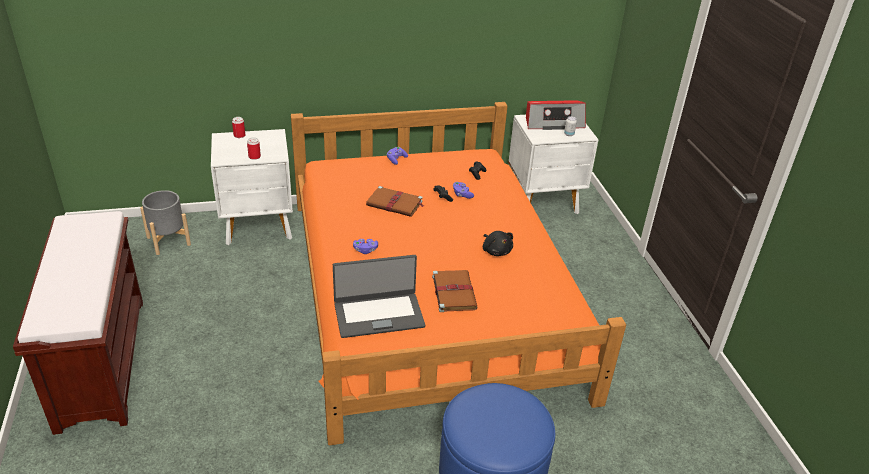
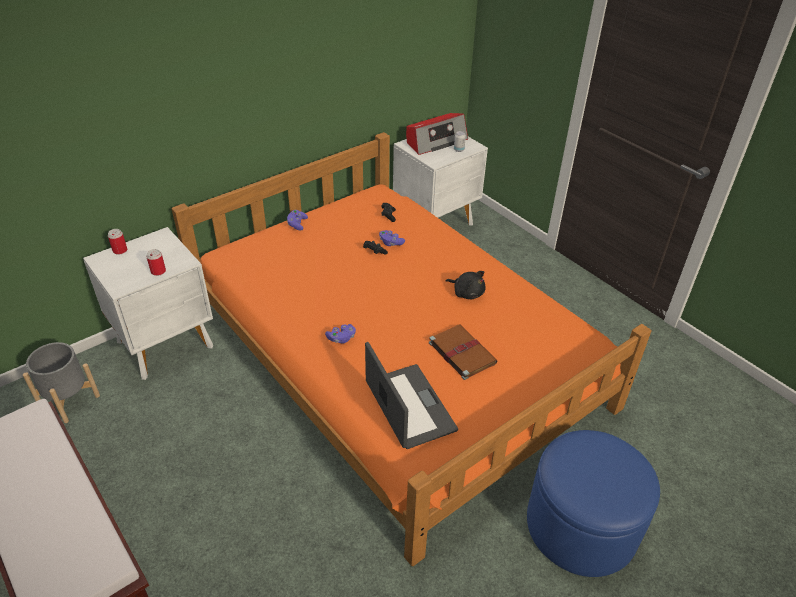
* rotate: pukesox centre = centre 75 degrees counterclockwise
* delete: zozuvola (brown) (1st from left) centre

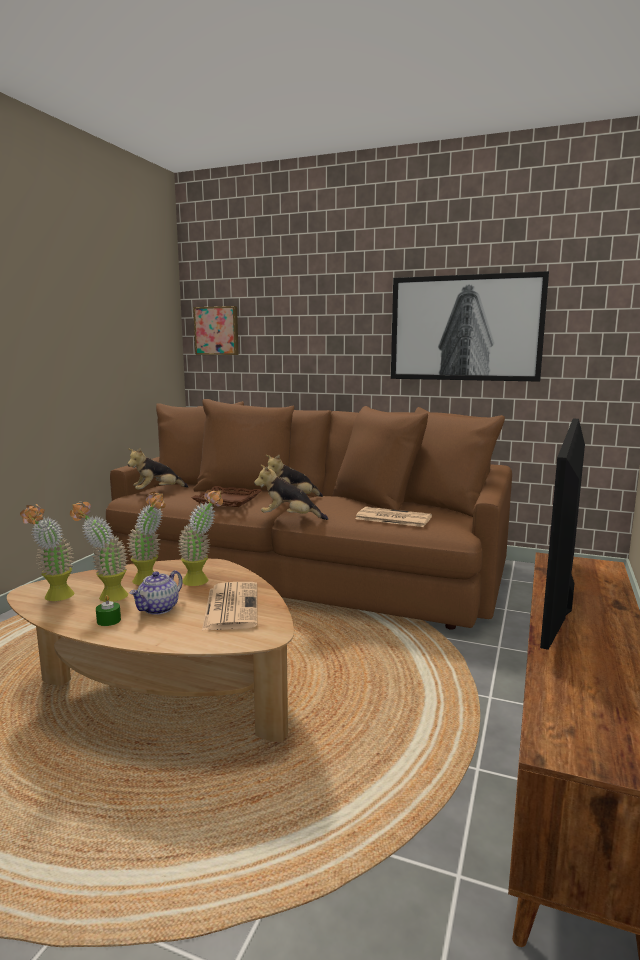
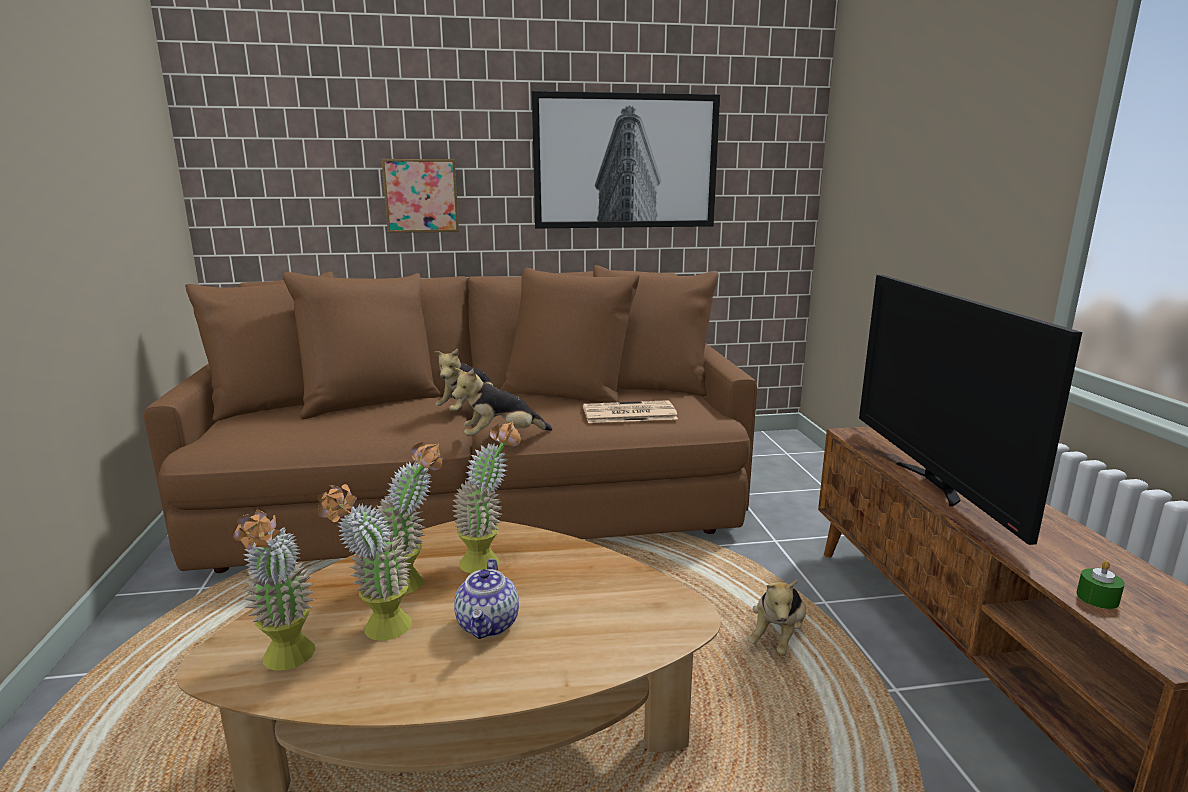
* move: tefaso (1st from left) centre to top centre
* move: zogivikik (1st from left in the first image) middle left to zogivikik (3rd from left) bottom centre
* move: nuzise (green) middle left to bottom right
* delete: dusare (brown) centre
* delete: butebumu (1st from left) centre

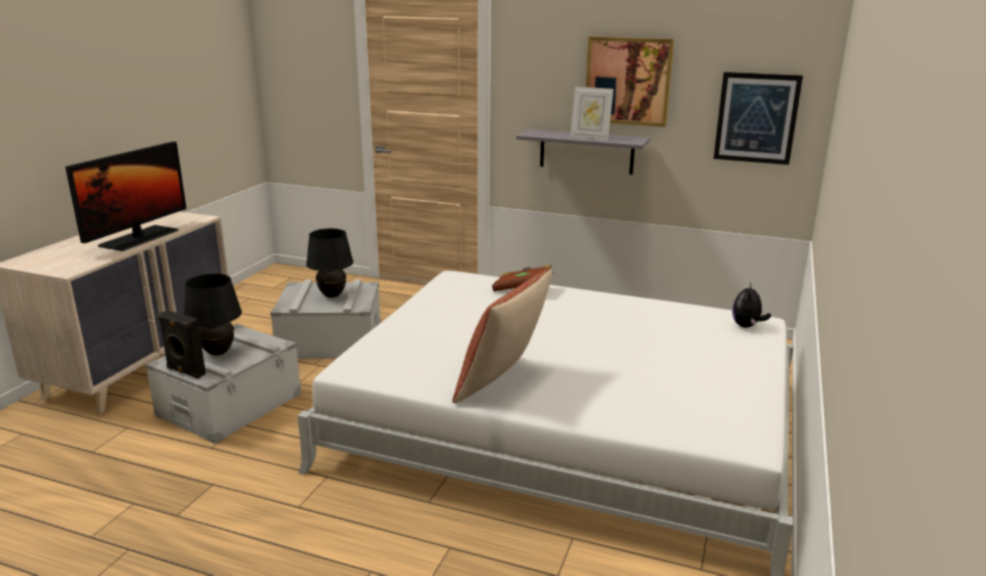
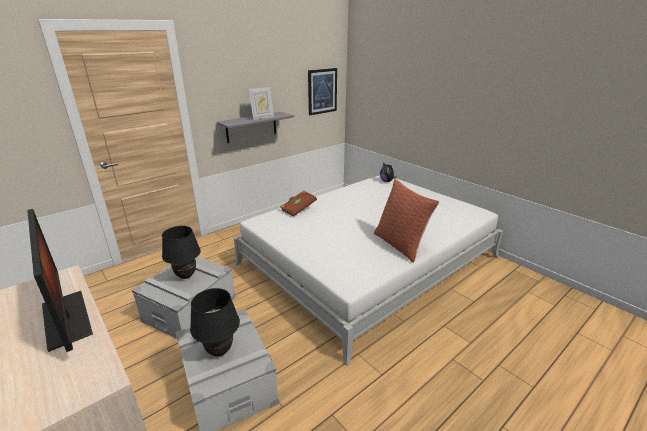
* delete: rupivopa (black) middle left
* delete: tefaso (1st from left) top centre

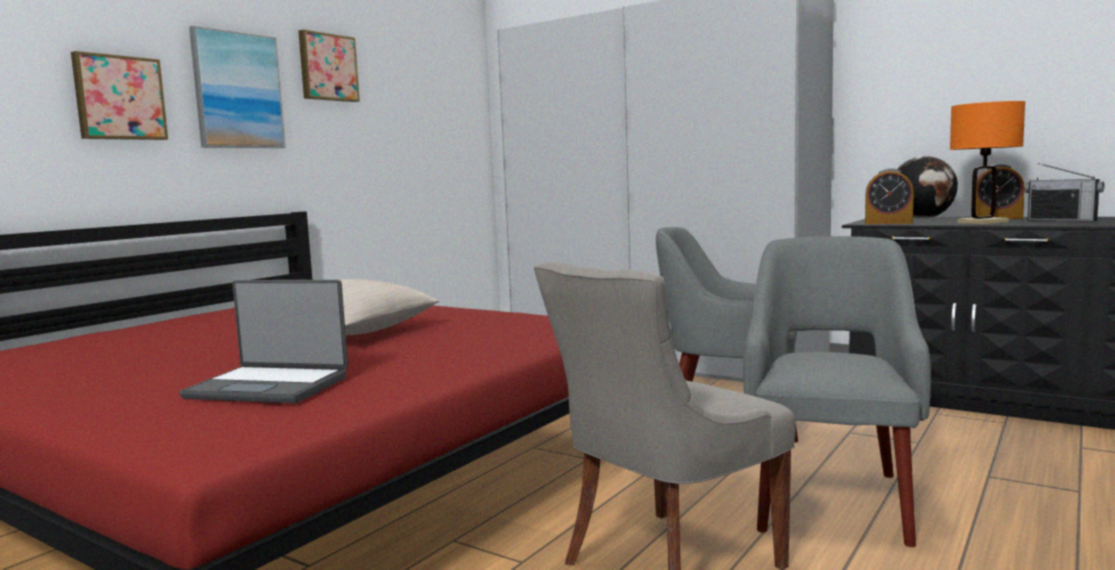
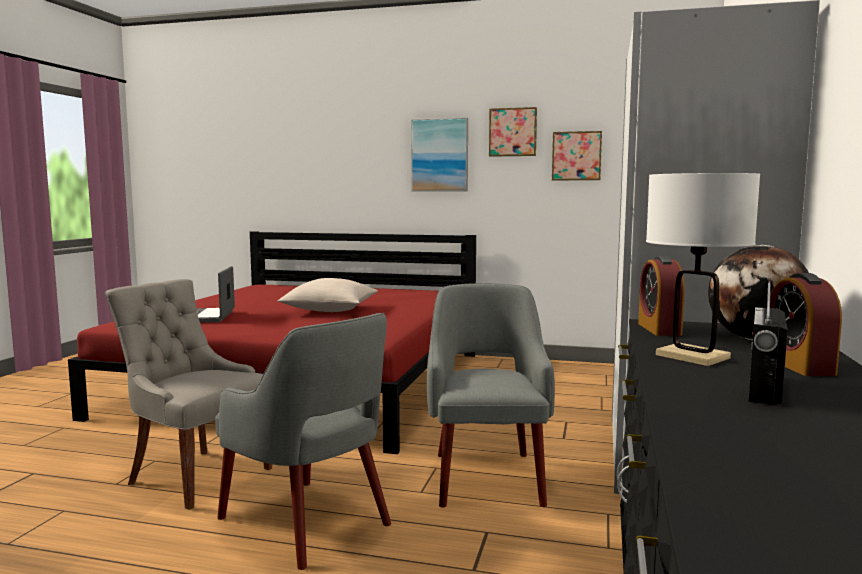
* rotate: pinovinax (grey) (2nd from left in the first image) bottom right = bottom centre 45 degrees clockwise
* move: tefaso (1st from left in the first image) top left to tefaso (3rd from left) top right
* recolor: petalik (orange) top right to petalik (white) middle right

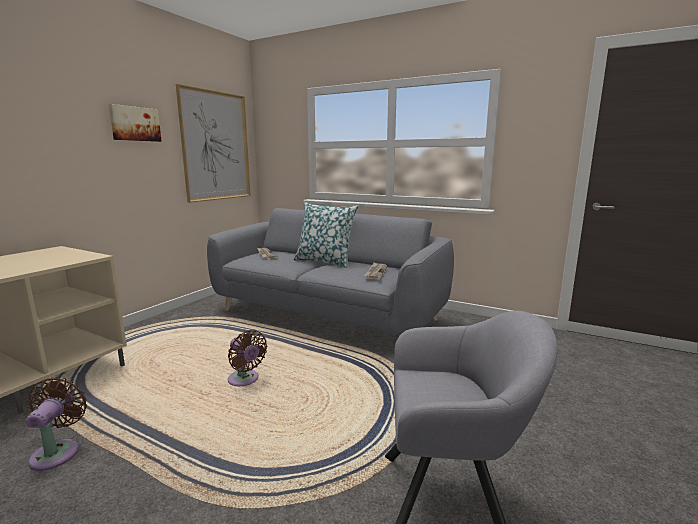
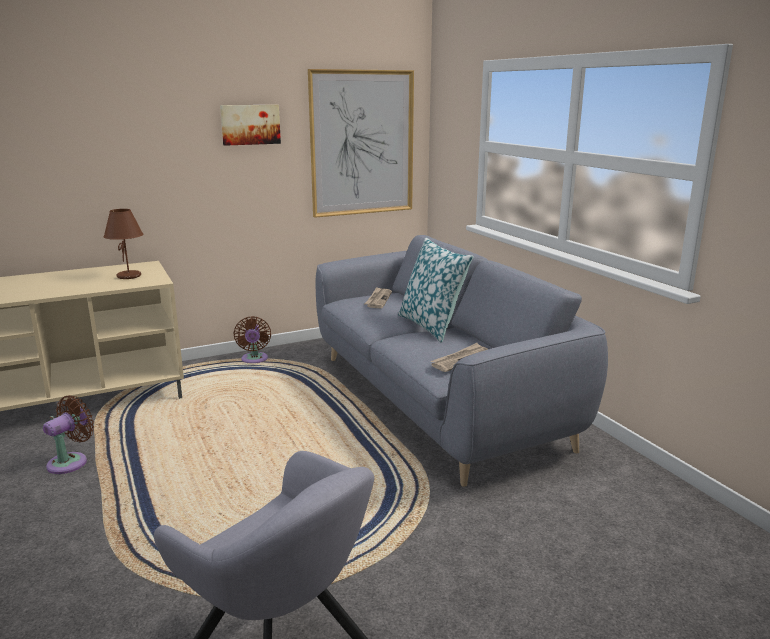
* insert: petalik (brown) middle left
* move: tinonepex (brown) (2nd from left) bottom centre to middle left

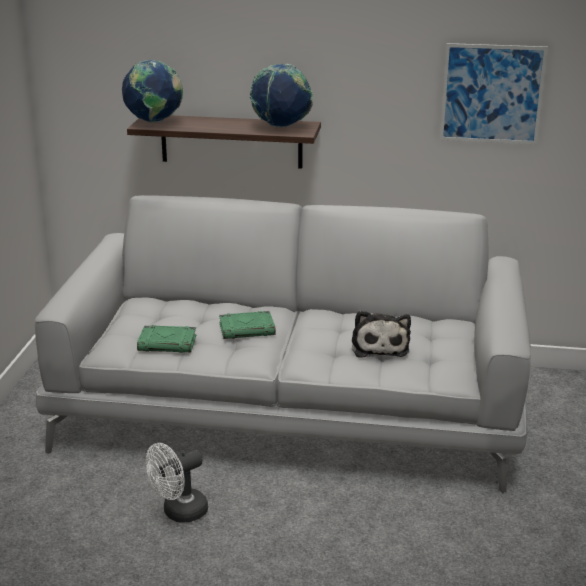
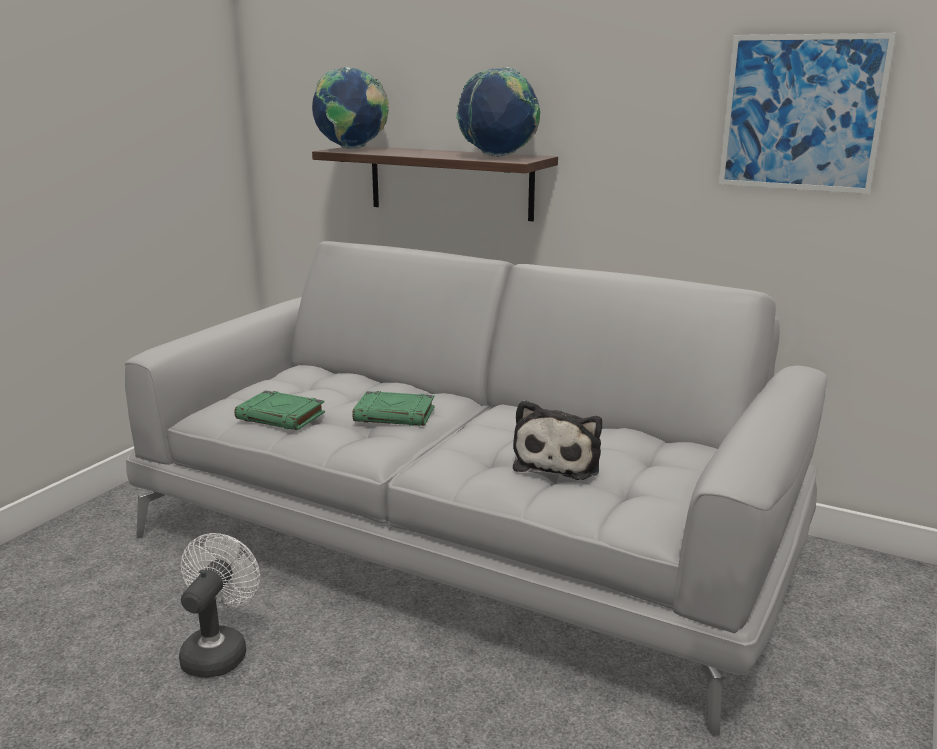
* rotate: tinonepex (white) bottom left = bottom left 120 degrees clockwise

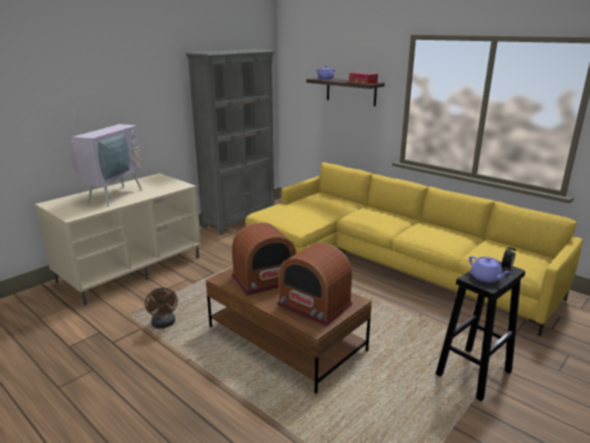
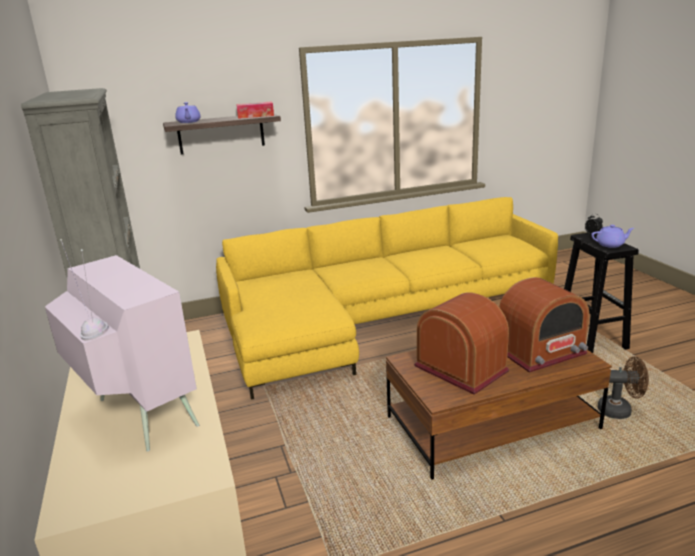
* rotate: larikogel (1st from left) centre = centre 45 degrees counterclockwise
* move: tinonepex (brown) bottom left to bottom right

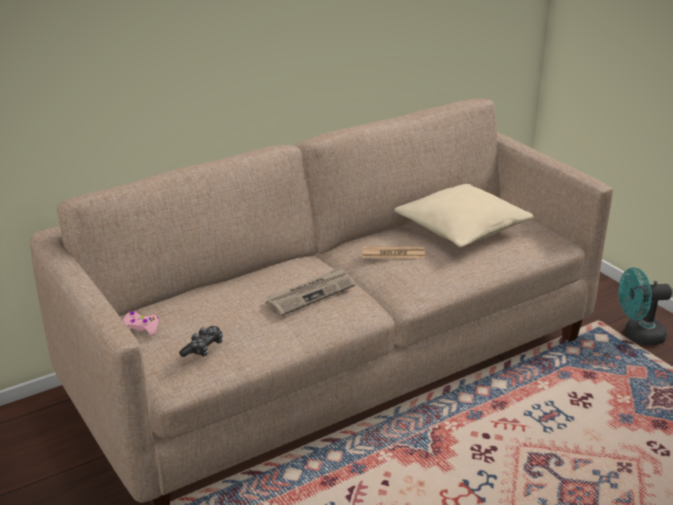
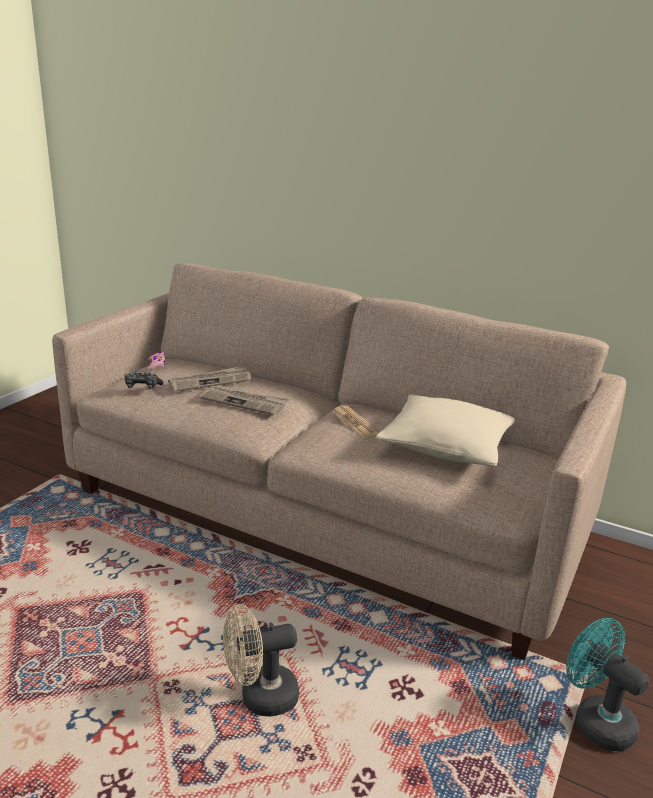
* insert: butebumu (1st from left) middle left
* insert: tinonepex (beige) bottom centre

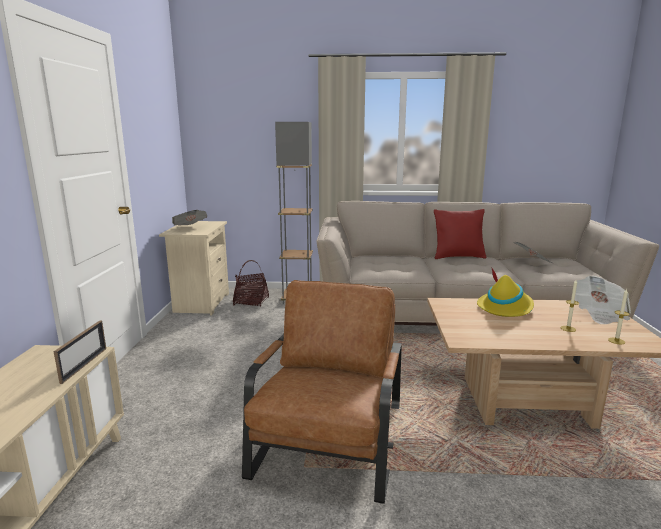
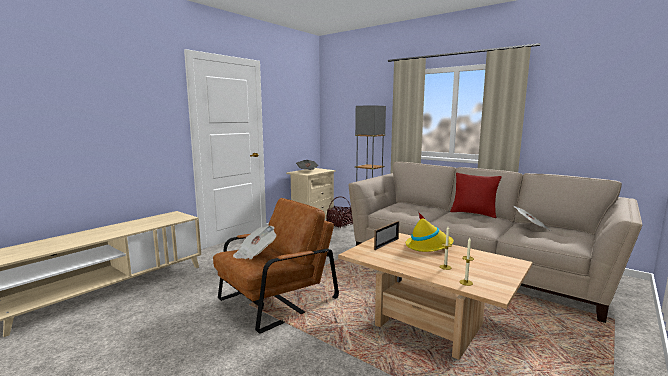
* move: butebumu (3rd from left in the first image) middle right to butebumu (1st from left) centre
* move: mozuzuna middle left to centre

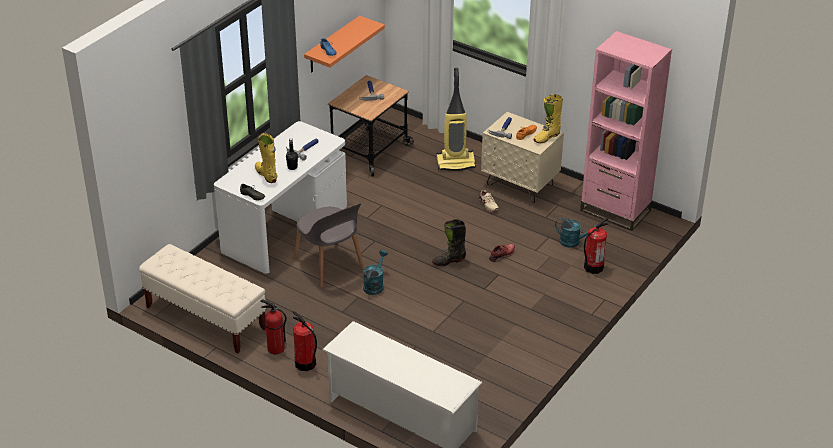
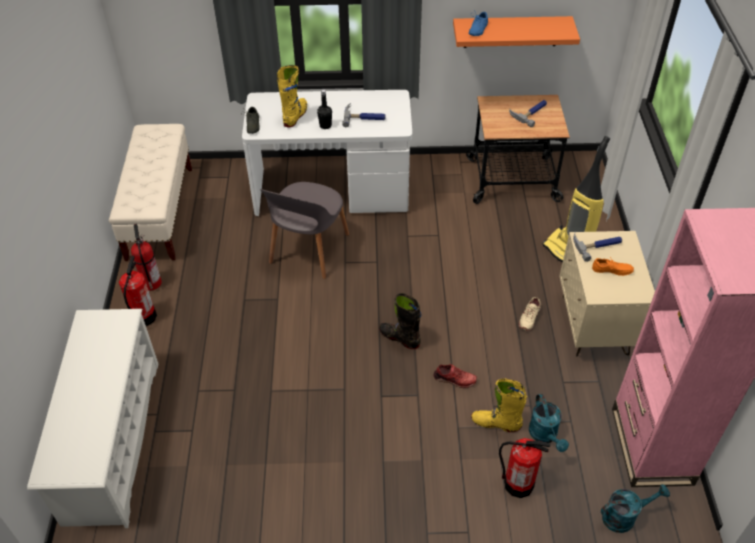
* move: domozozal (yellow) (2nd from left) top centre to bottom centre
* move: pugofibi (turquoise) (1st from left in the first image) centre to pugofibi (turquoise) (2nd from left) bottom right

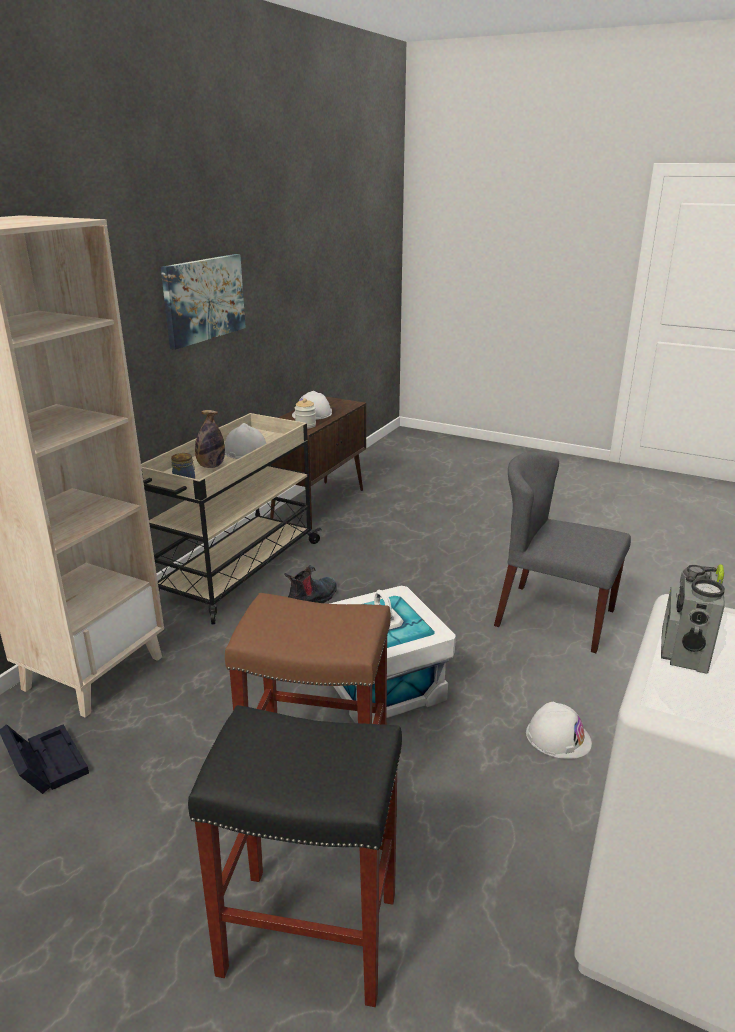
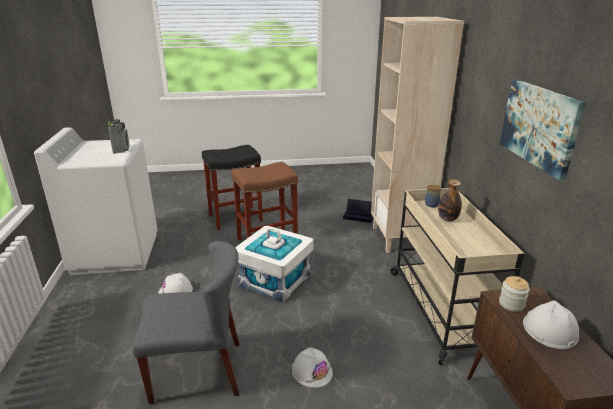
* move: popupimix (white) (1st from left in the first image) centre to popupimix (white) (2nd from left) bottom centre
* delete: domozozal centre

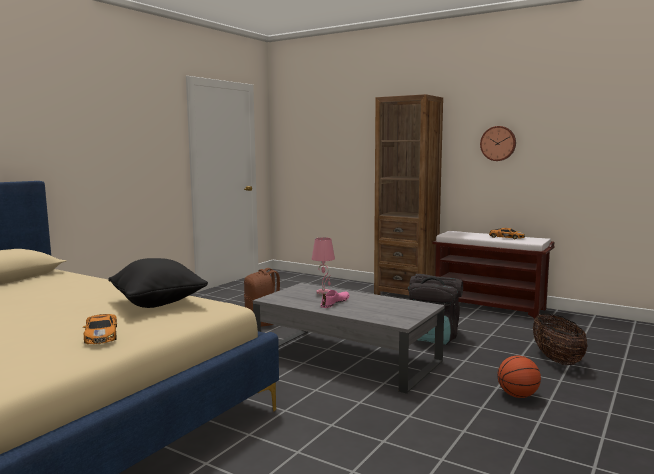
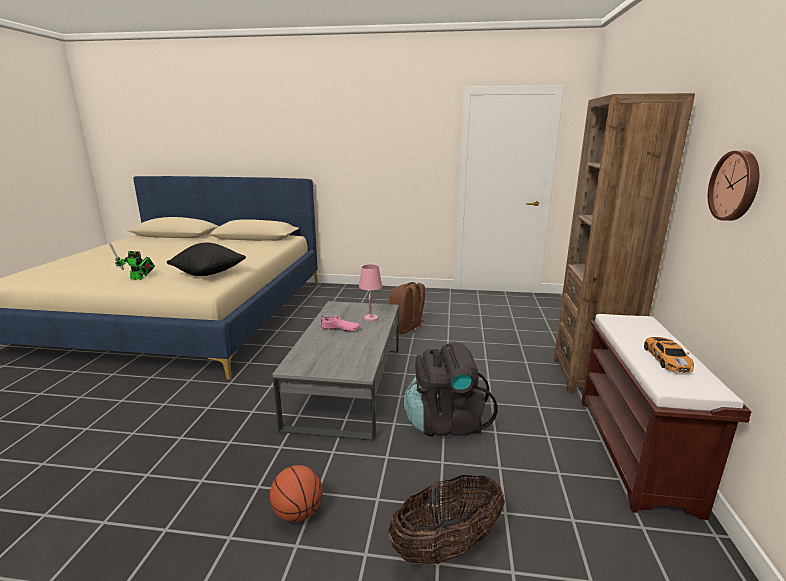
* replace: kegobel (1st from left) bottom left to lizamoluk middle left

